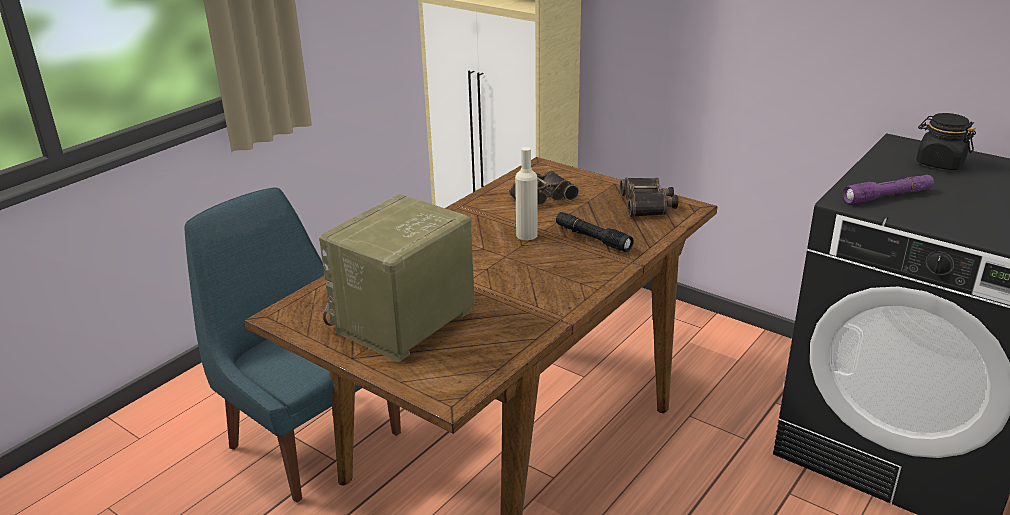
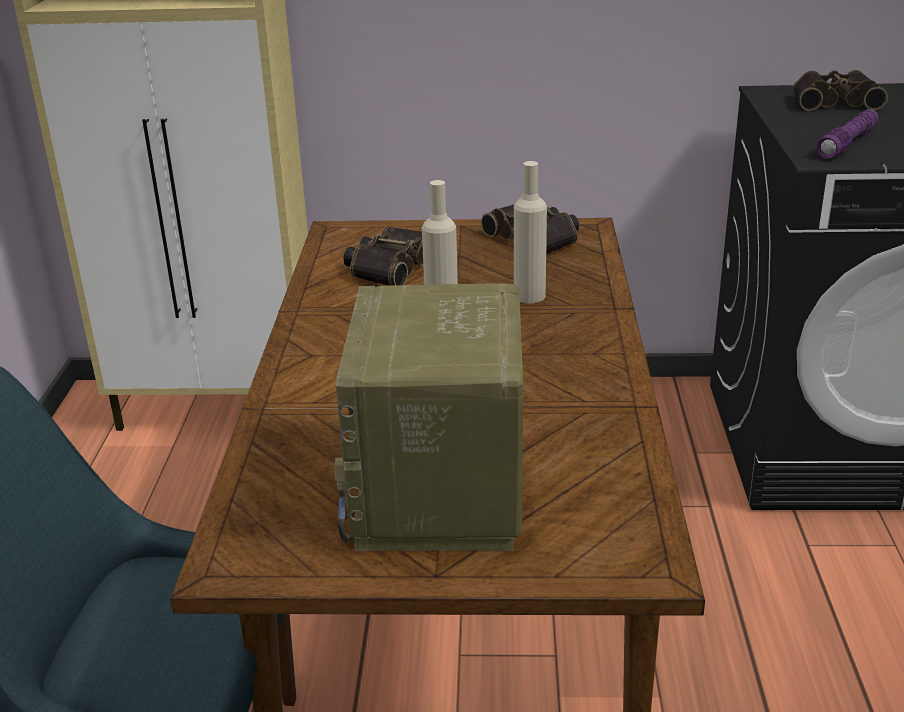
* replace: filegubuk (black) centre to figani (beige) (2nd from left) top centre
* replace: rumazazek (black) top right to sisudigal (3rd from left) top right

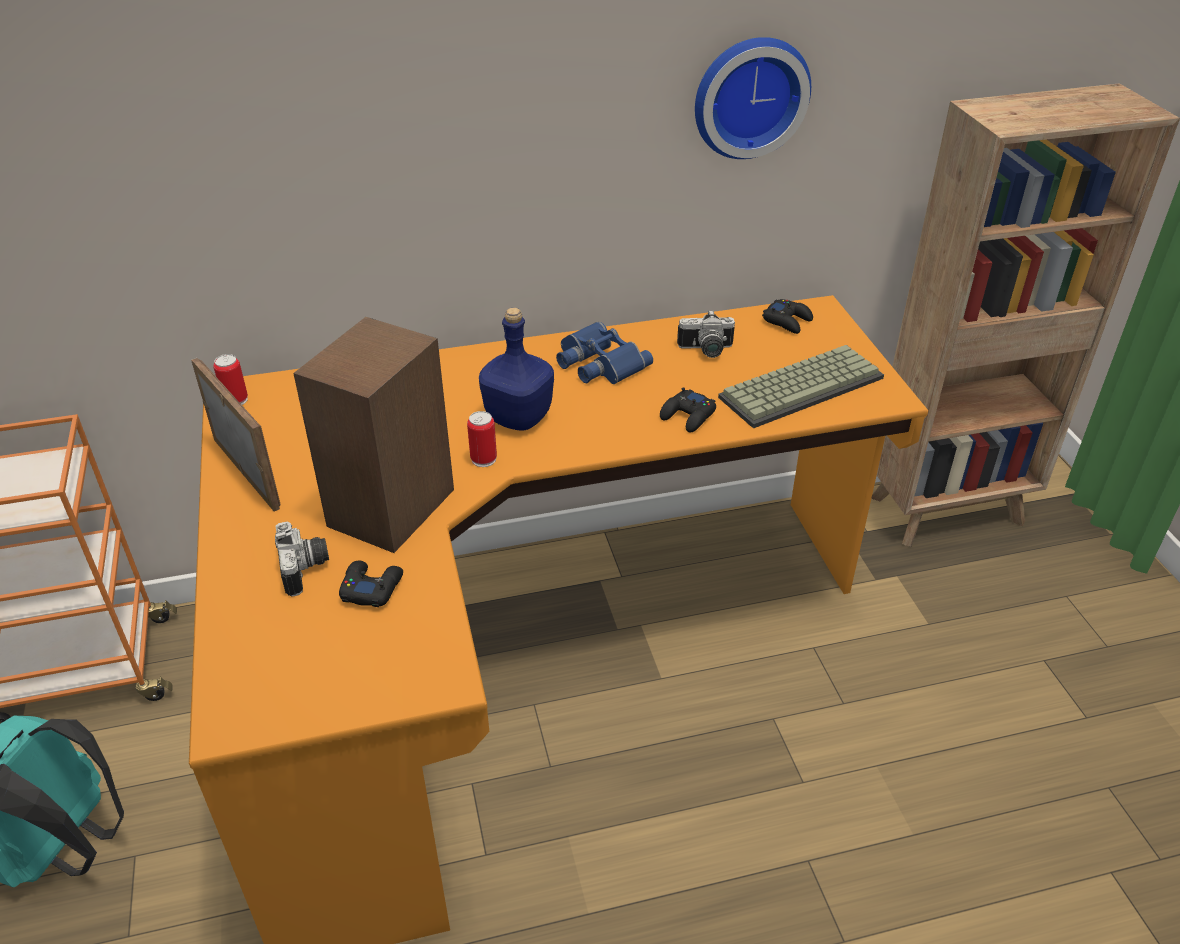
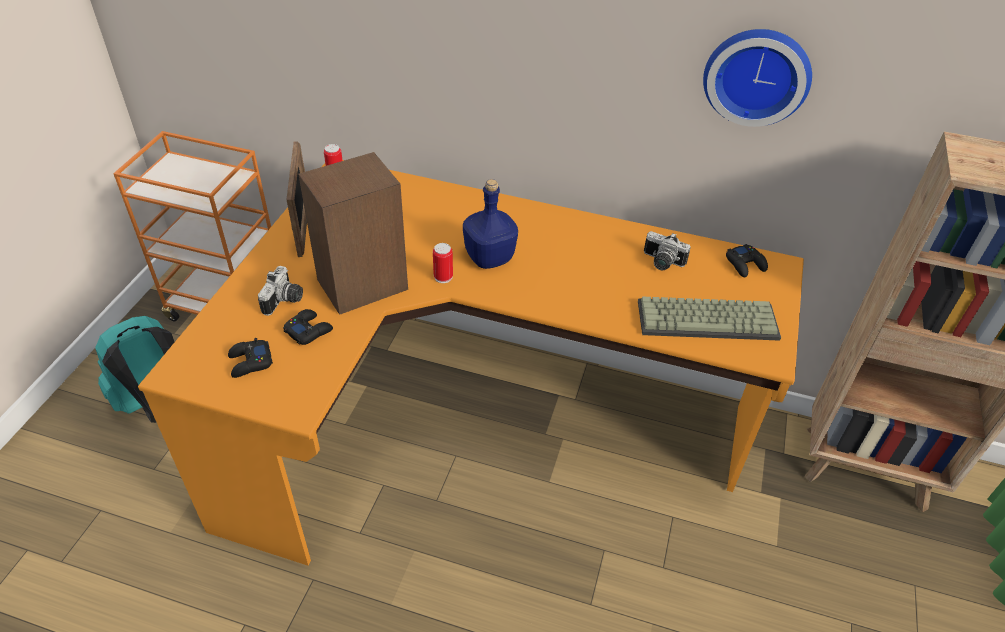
* move: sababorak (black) (2nd from left in the first image) centre to sababorak (black) (1st from left) middle left
* delete: sisudigal (blue) centre

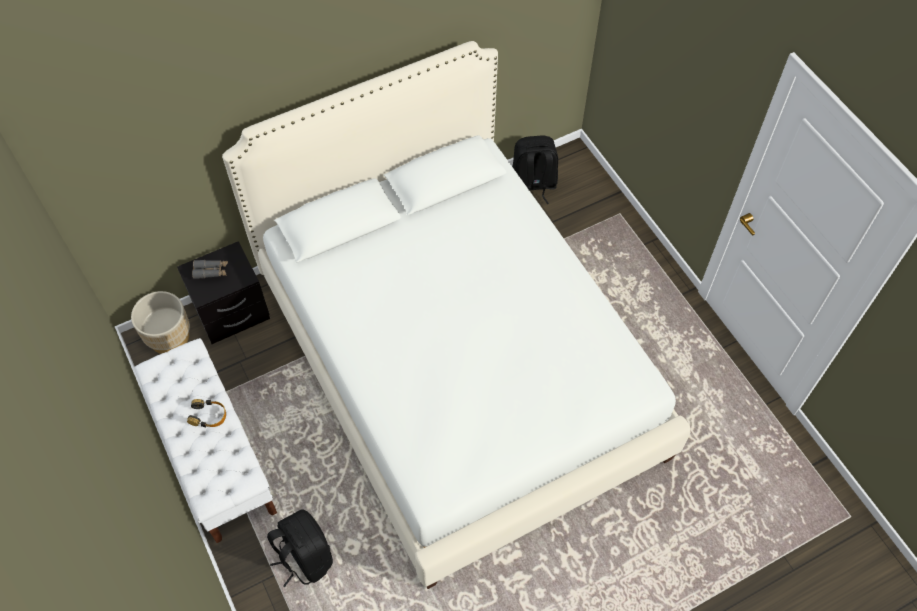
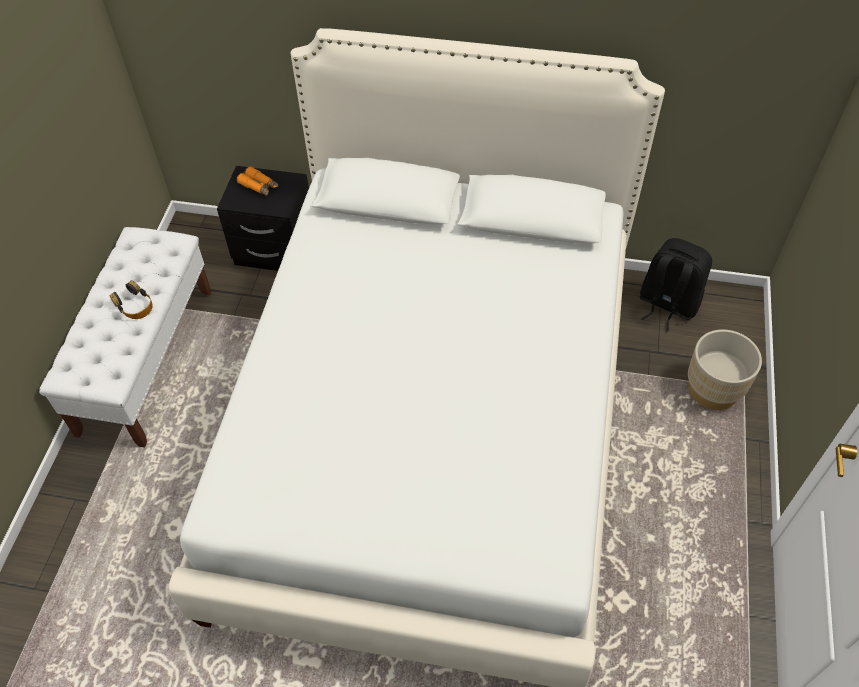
* recolor: sisudigal (grey) middle left to sisudigal (orange) top left
* move: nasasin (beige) middle left to middle right
* delete: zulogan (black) (1st from left) bottom left

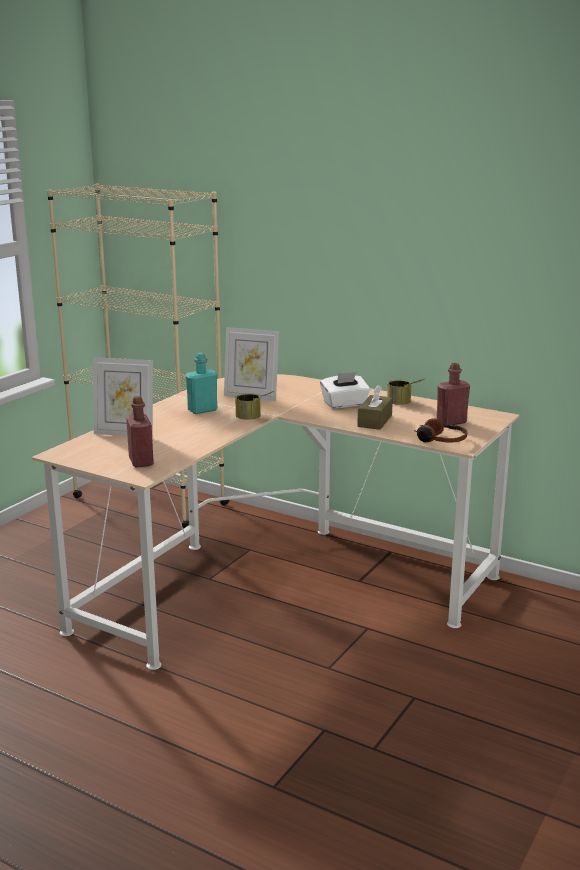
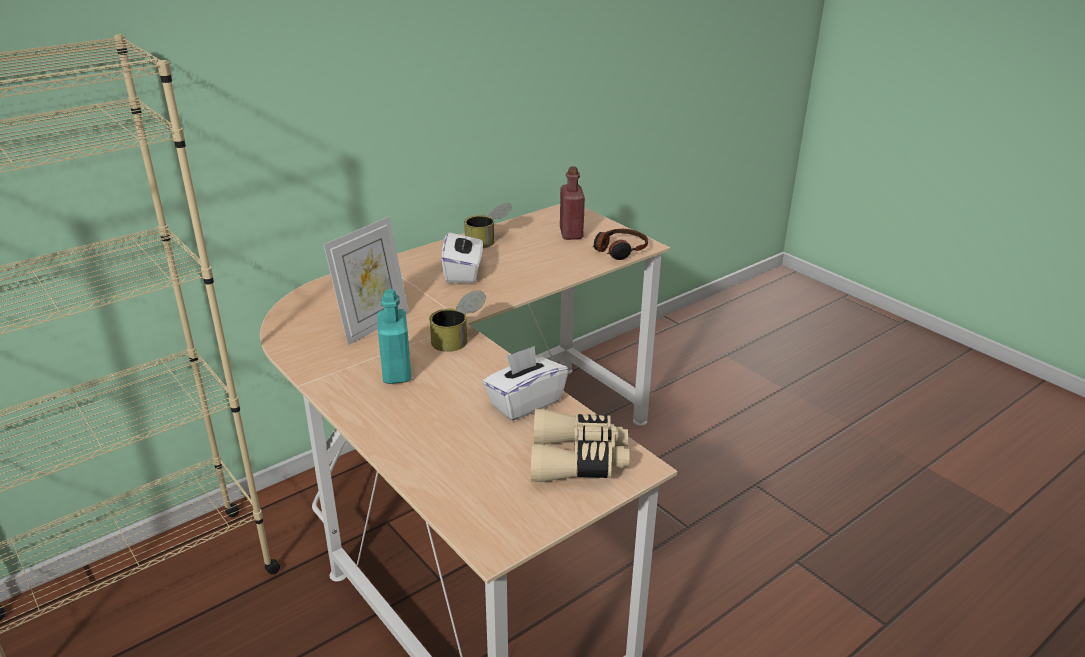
* insert: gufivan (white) (2nd from left) centre
* replace: figani (red) (1st from left) middle left to sisudigal (beige) bottom centre
* delete: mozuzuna (1st from left) middle left
* delete: gufivan (brown) centre

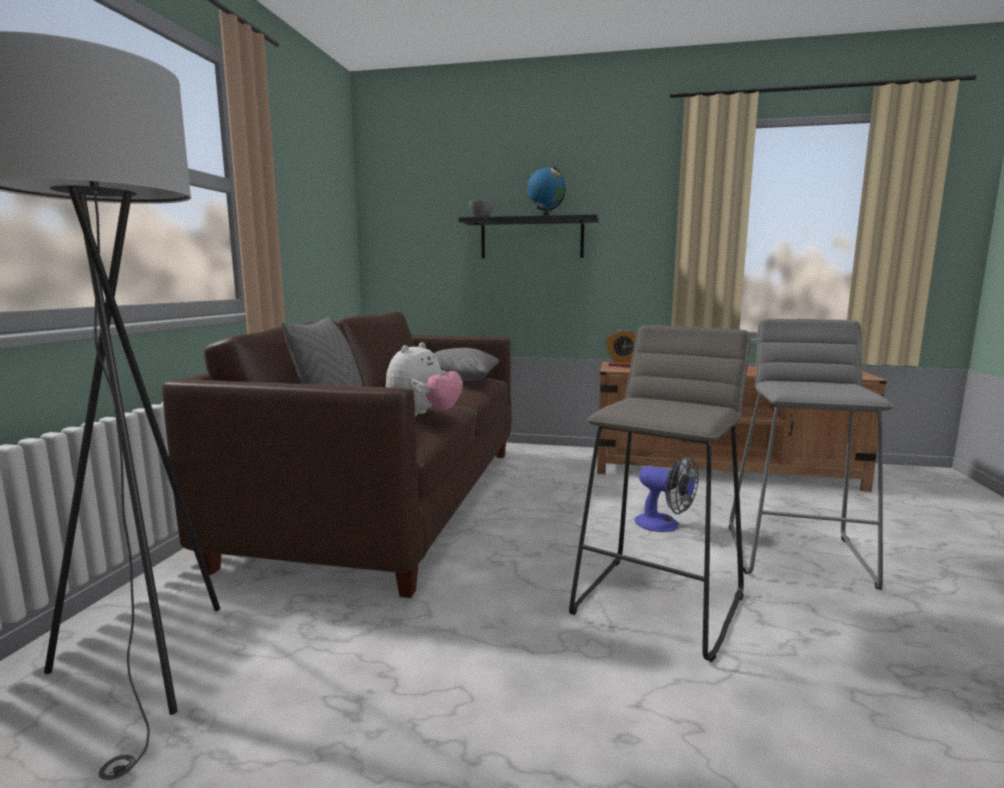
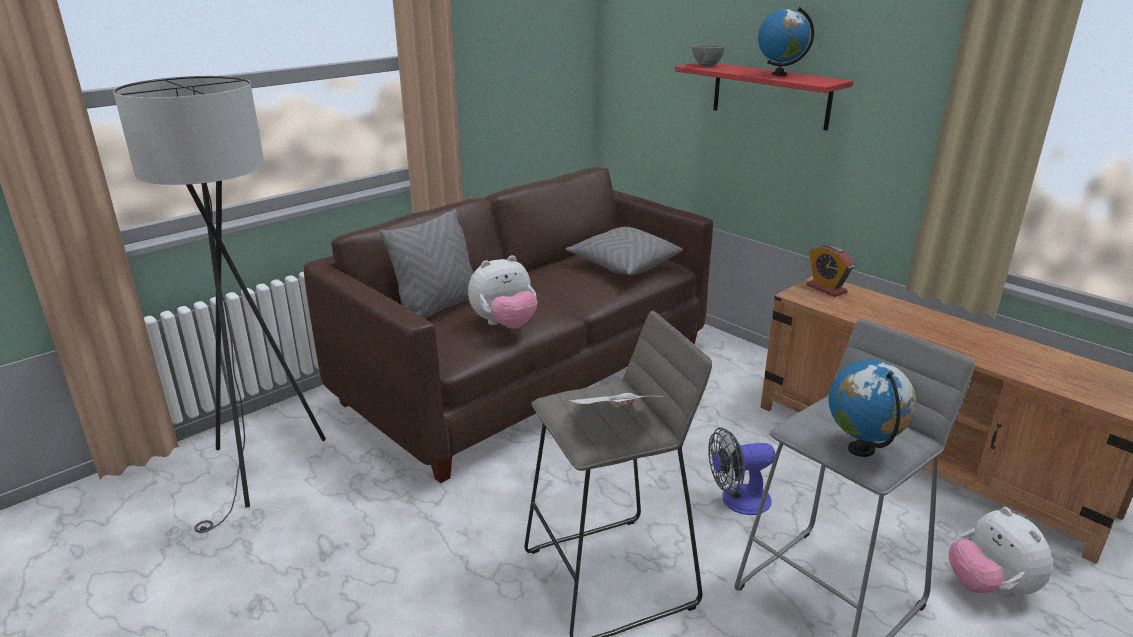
* insert: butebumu centre
* recolor: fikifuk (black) top centre to fikifuk (red) top right
* rotate: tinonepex centre = bottom centre 90 degrees clockwise
* insert: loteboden (2nd from left) middle right
* insert: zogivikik (2nd from left) bottom right

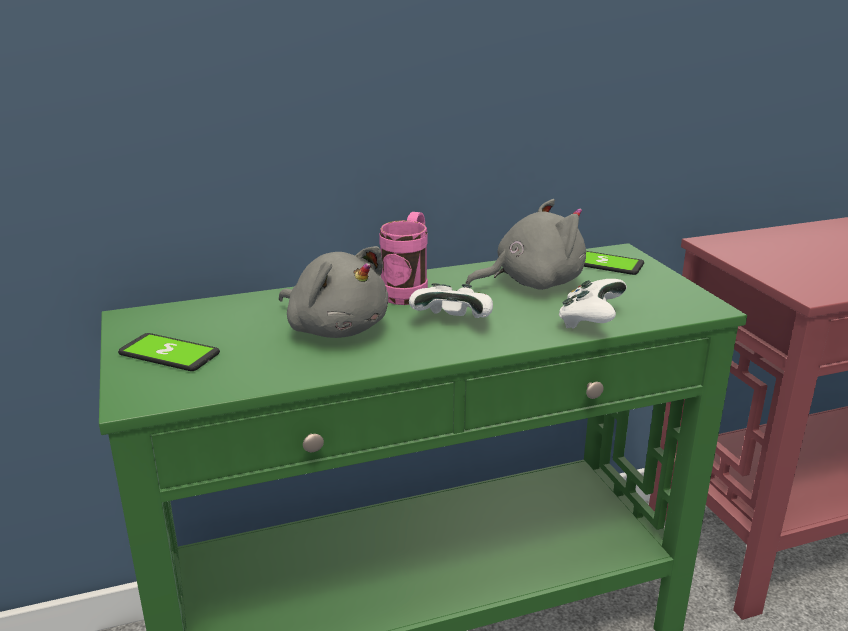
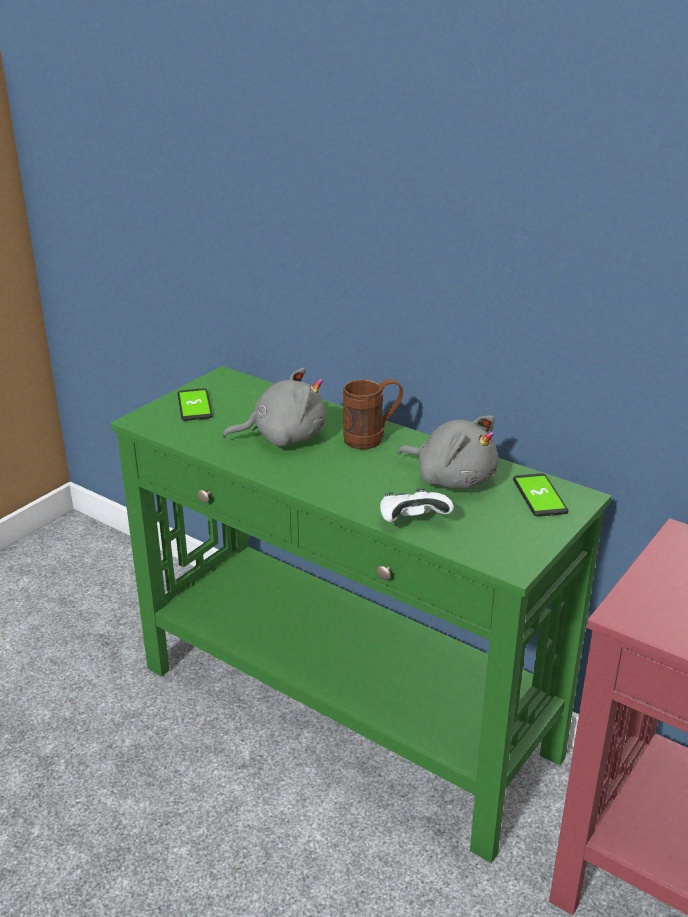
* rotate: zogivikik (grey) (1st from left) centre = centre 105 degrees counterclockwise
* recolor: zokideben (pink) centre to zokideben (brown) centre
* delete: sababorak (white) (1st from left) centre

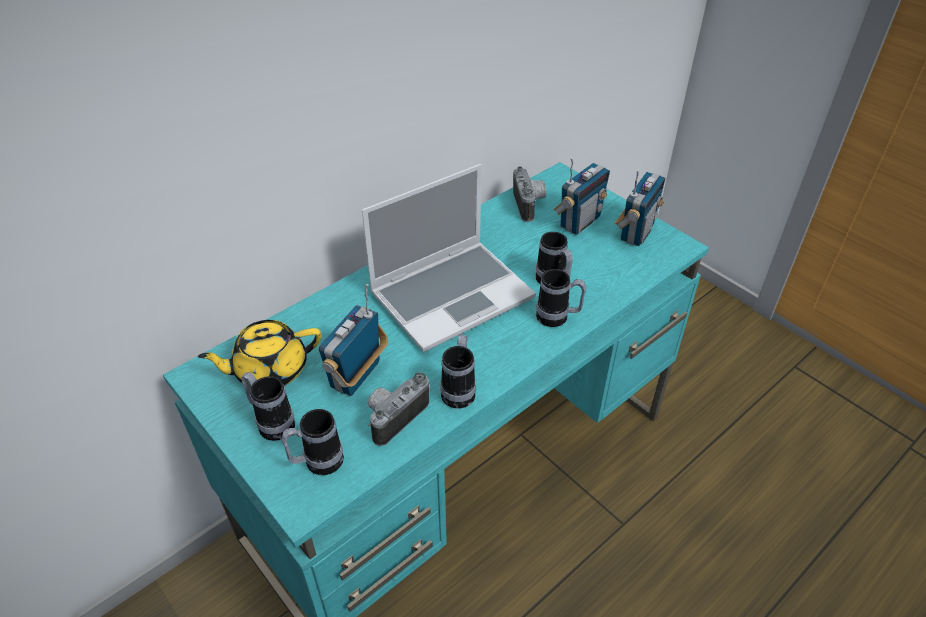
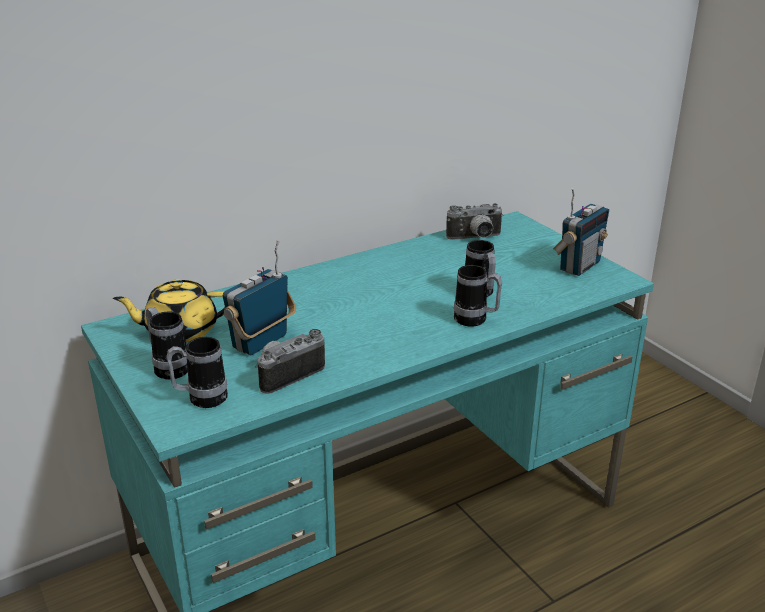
* rotate: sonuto (2nd from left) top centre = centre 75 degrees clockwise
* delete: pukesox centre
* delete: zokideben (3rd from left) centre
* delete: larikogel (2nd from left) top centre

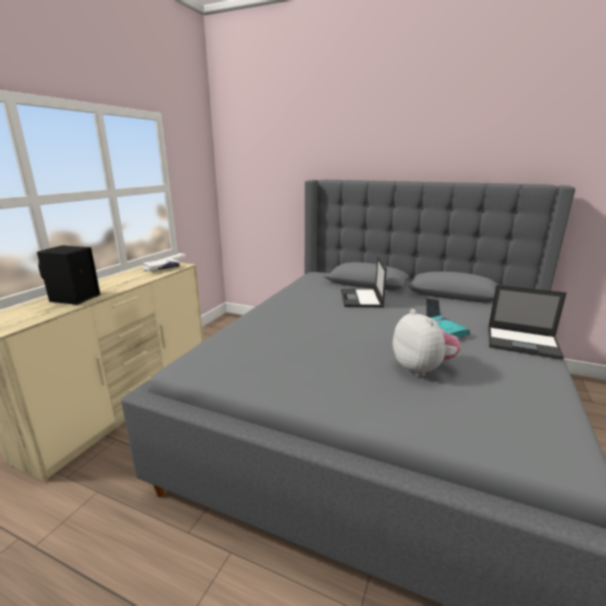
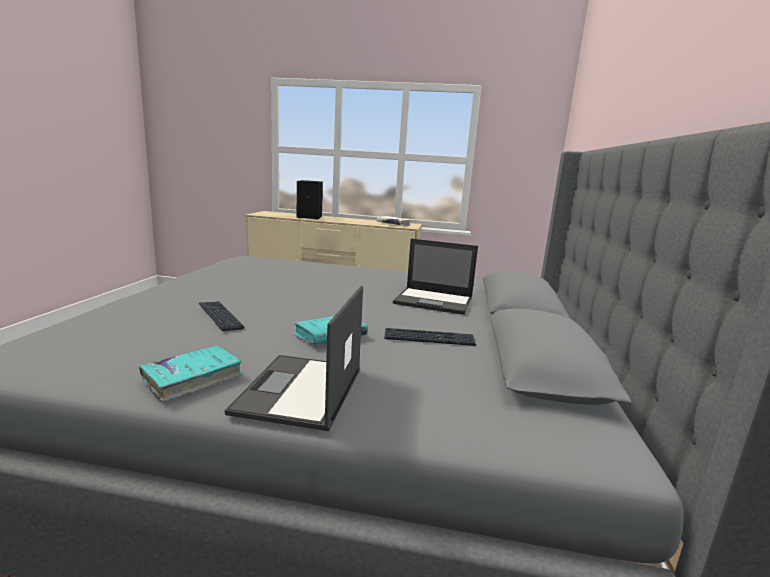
* insert: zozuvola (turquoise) (1st from left) middle left
* replace: zogivikik middle right to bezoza (1st from left) middle left
* rotate: pukesox (1st from left in the first image) centre = centre 150 degrees counterclockwise

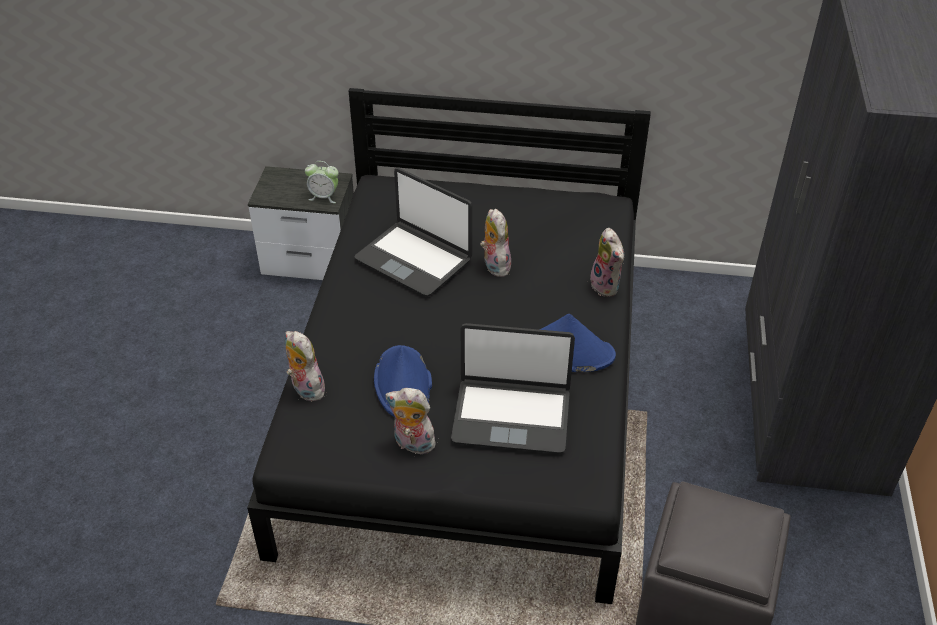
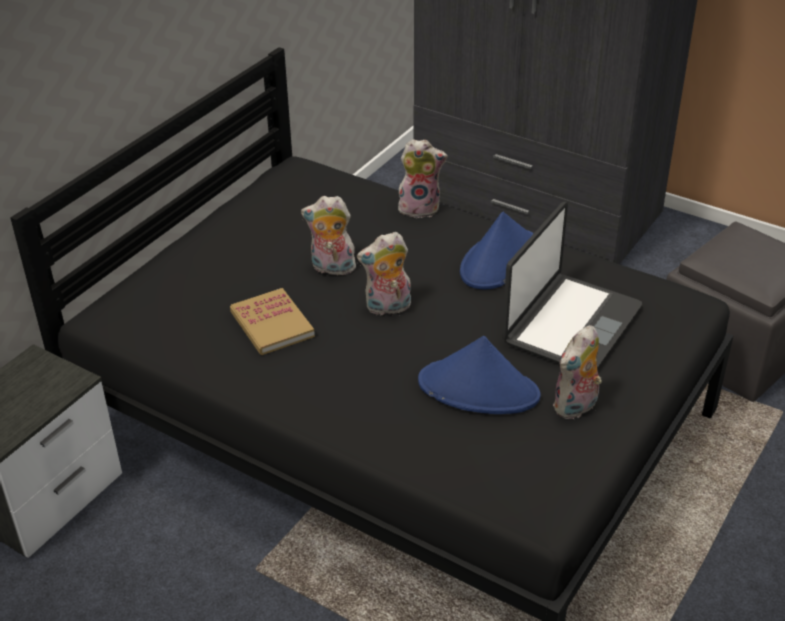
* replace: pukesox (1st from left) centre to zozuvola centre
* move: zogivikik (1st from left in the first image) middle left to zogivikik (2nd from left) centre
* delete: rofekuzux top centre

